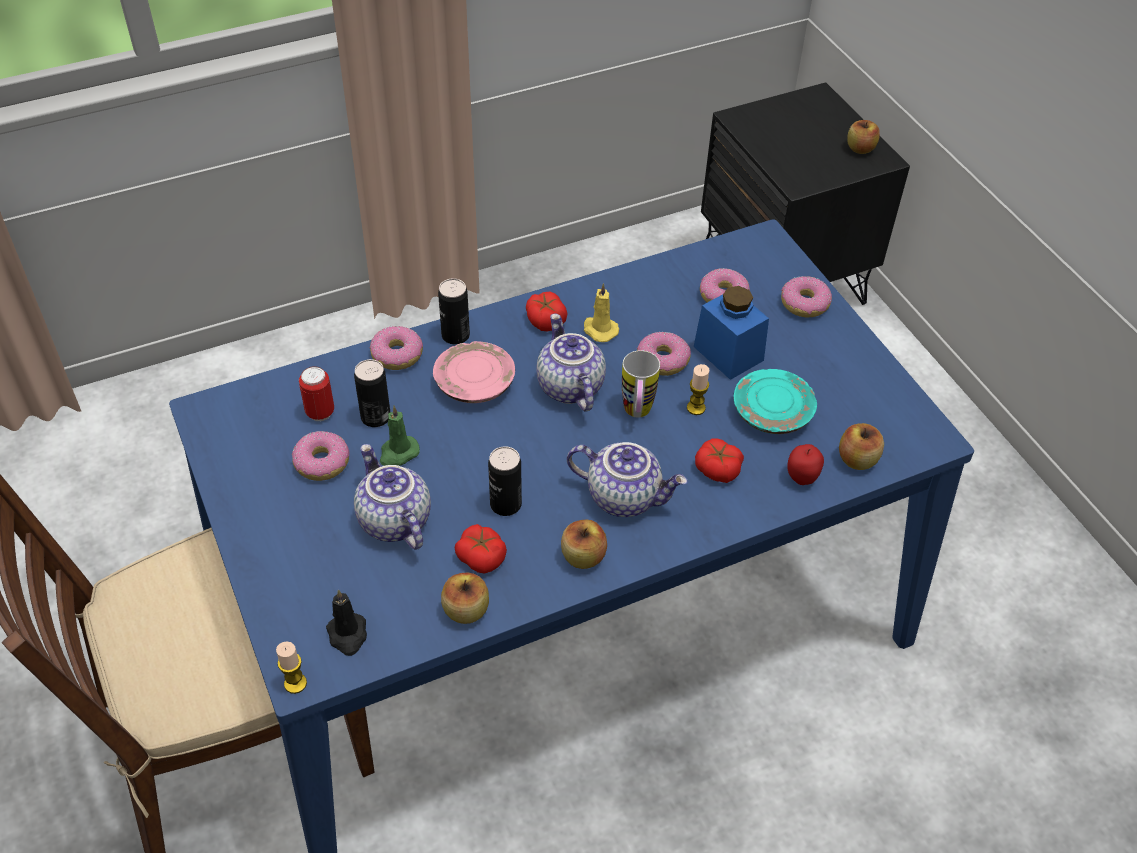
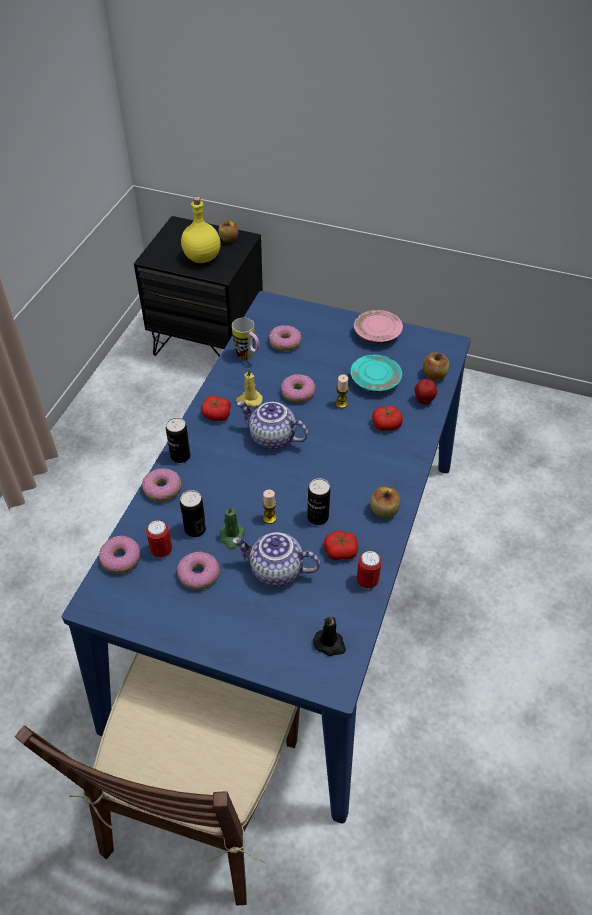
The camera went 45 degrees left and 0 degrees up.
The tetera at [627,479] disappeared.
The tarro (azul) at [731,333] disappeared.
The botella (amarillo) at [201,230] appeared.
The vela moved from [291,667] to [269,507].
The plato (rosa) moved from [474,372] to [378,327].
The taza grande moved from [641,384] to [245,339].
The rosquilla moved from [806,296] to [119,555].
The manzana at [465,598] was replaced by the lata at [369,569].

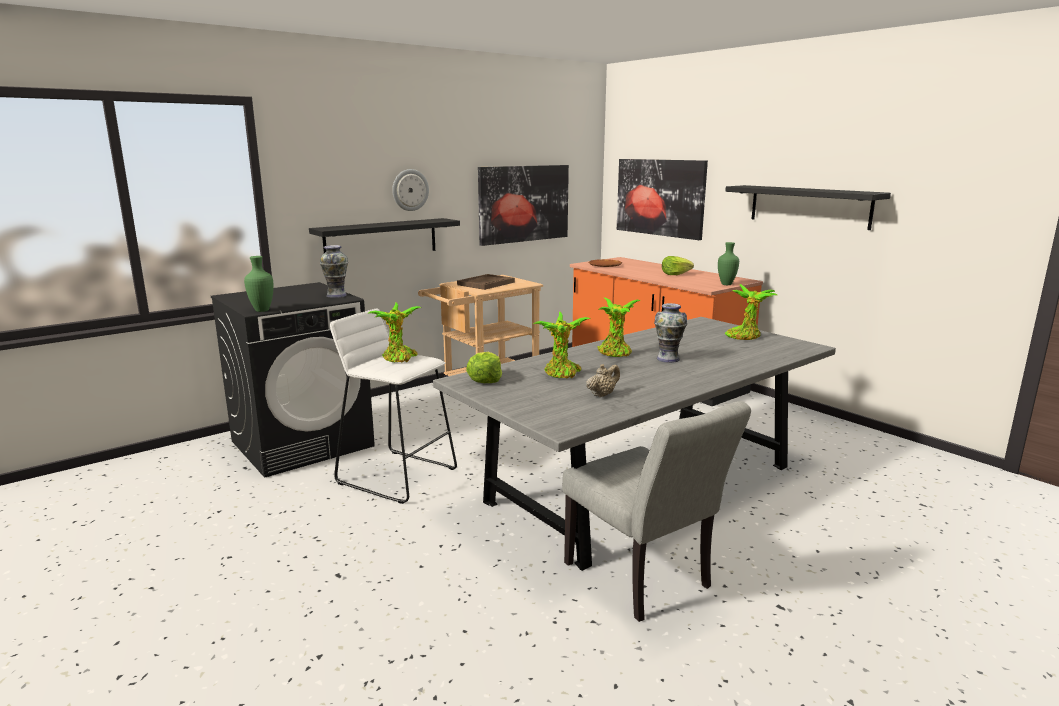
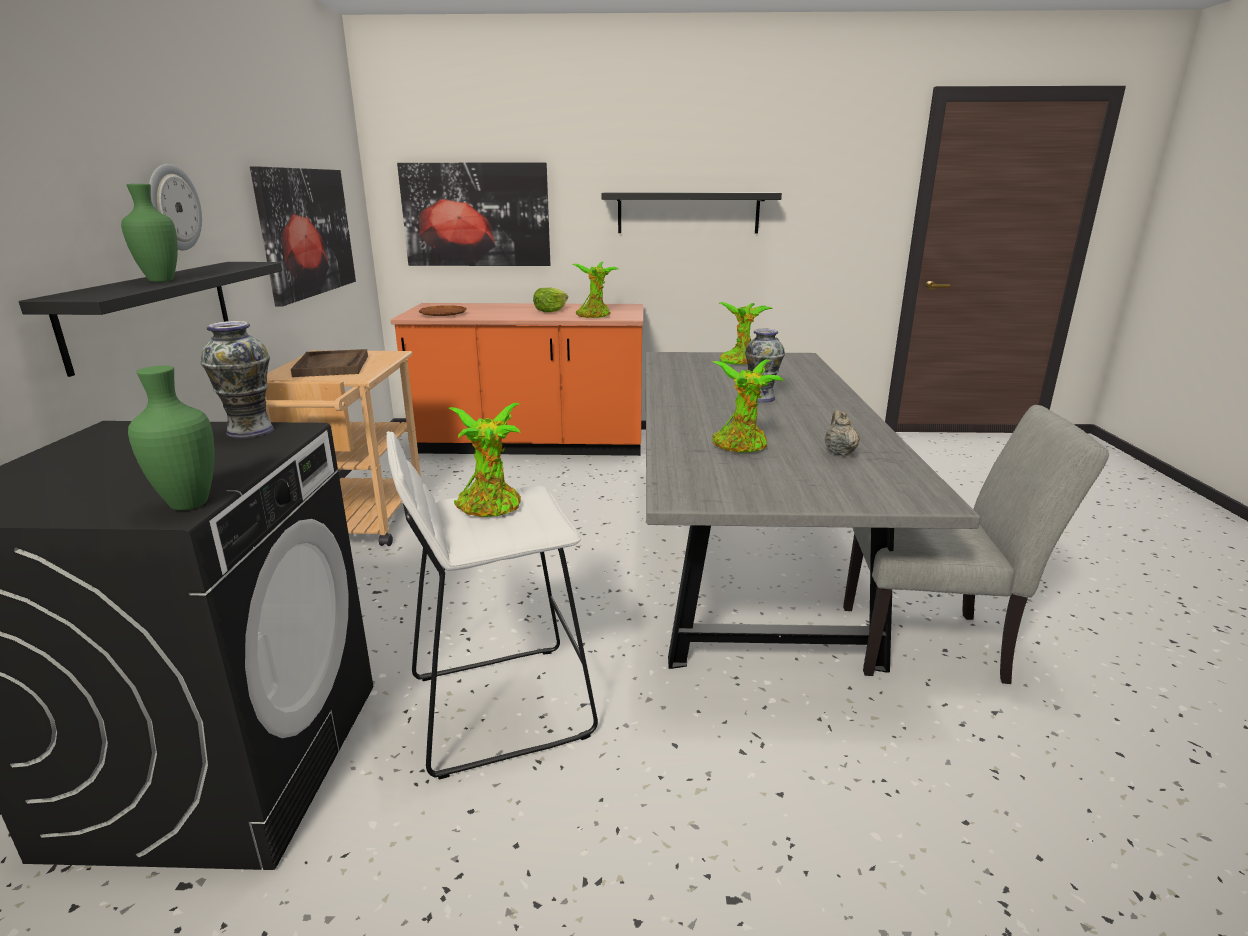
The camera went 50 degrees left and 5 degrees up.
The lechuga at [484,367] disappeared.
The planta en maceta moved from [619,327] to [595,290].
The florero (verde) moved from [728,263] to [149,233].

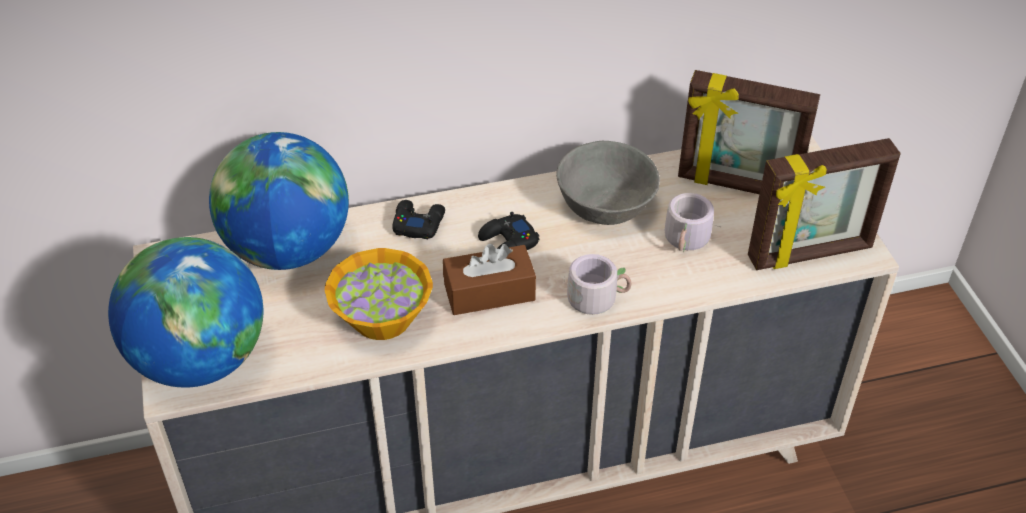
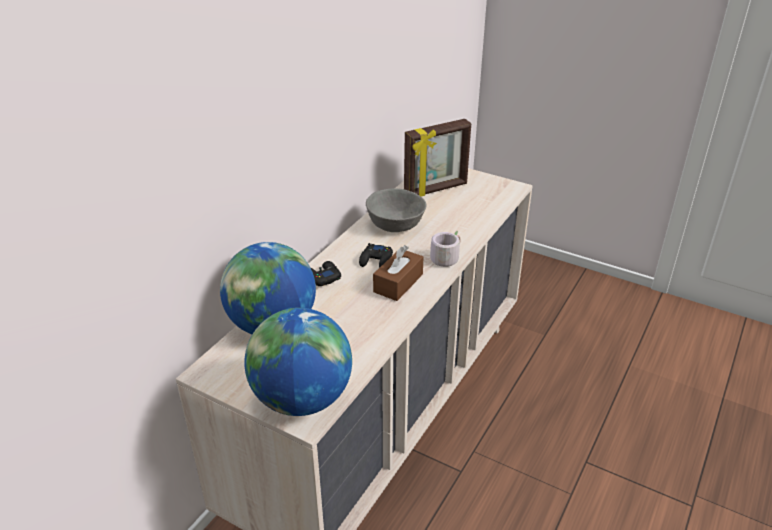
The camera went 45 degrees left and 10 degrees down.
The cuenco at [379,294] disappeared.
The taza grande (gris) at [690,223] disappeared.
The portarretratos at [824,204] disappeared.

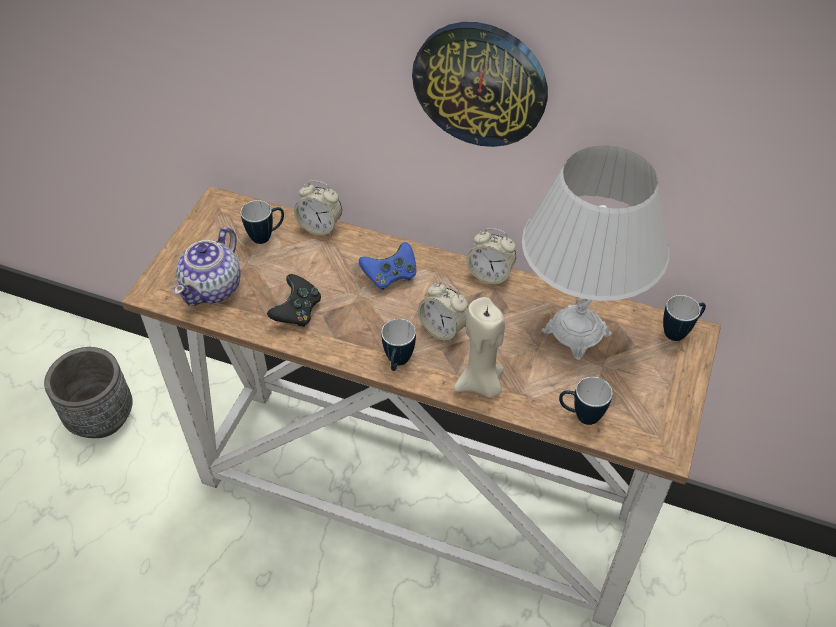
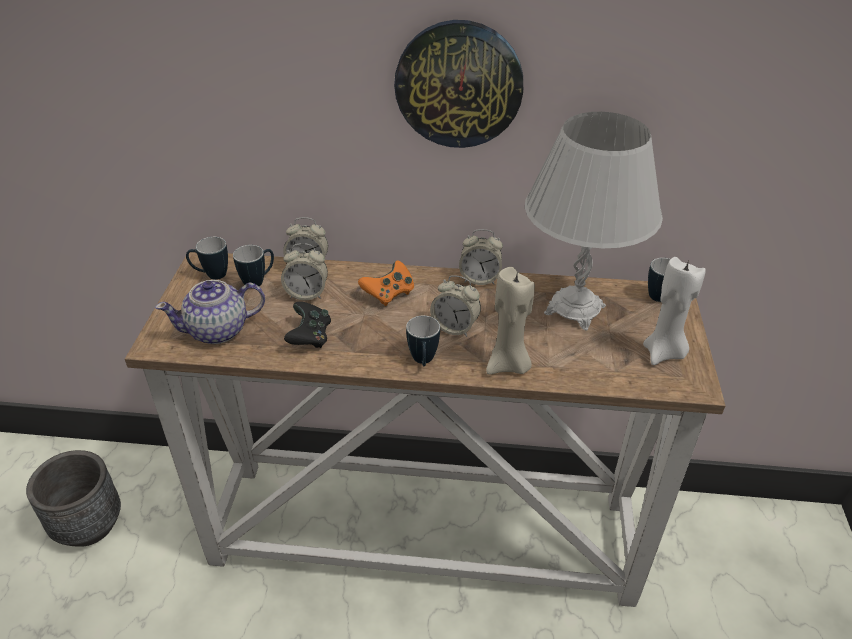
The camera went 15 degrees left and 10 degrees down.
The despertador at [304,271] appeared.
The vela (blanco) at [674,311] appeared.
The taza grande moved from [586,401] to [207,258].
The mando de consola (azul) at [387,266] became the mando de consola (naranja) at [386,283].
The tetera at [207,266] turned 60 degrees clockwise.

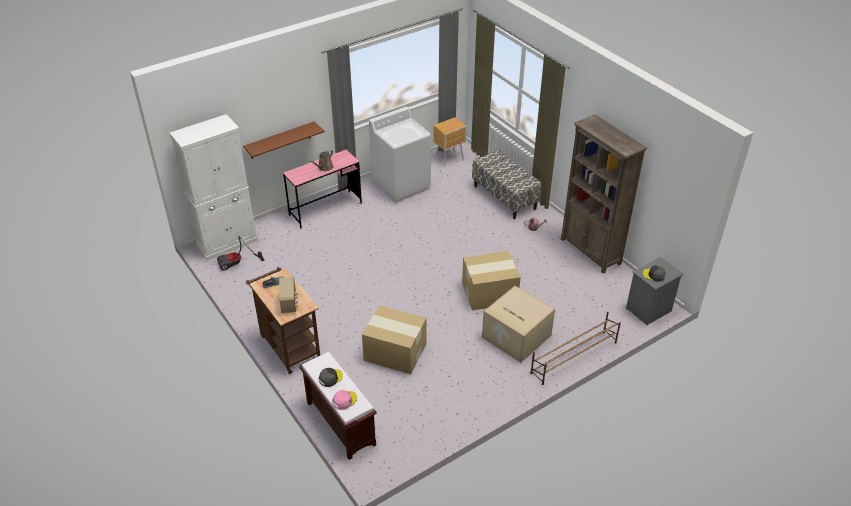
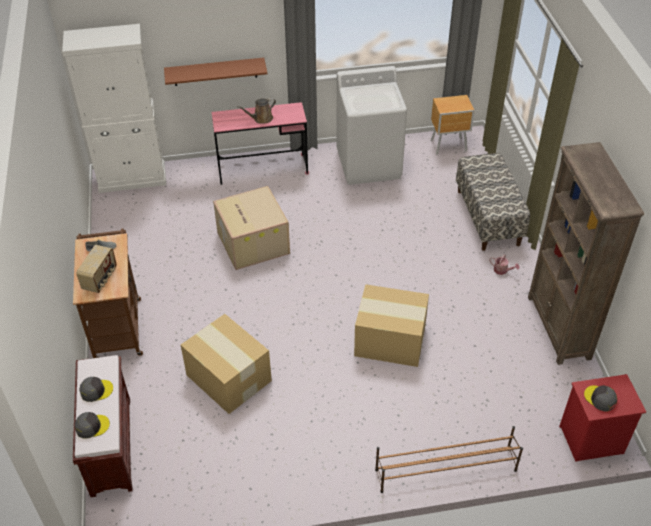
The camera went 25 degrees right and 5 degrees up.
The aspiradora at [241,253] disappeared.
The caja de cartón moved from [518,324] to [251,228].
The gorra (rosa) at [345,400] became the gorra (gris) at [92,425].
The mesita de noche (gris) at [655,291] became the mesita de noche (rojo) at [602,418].

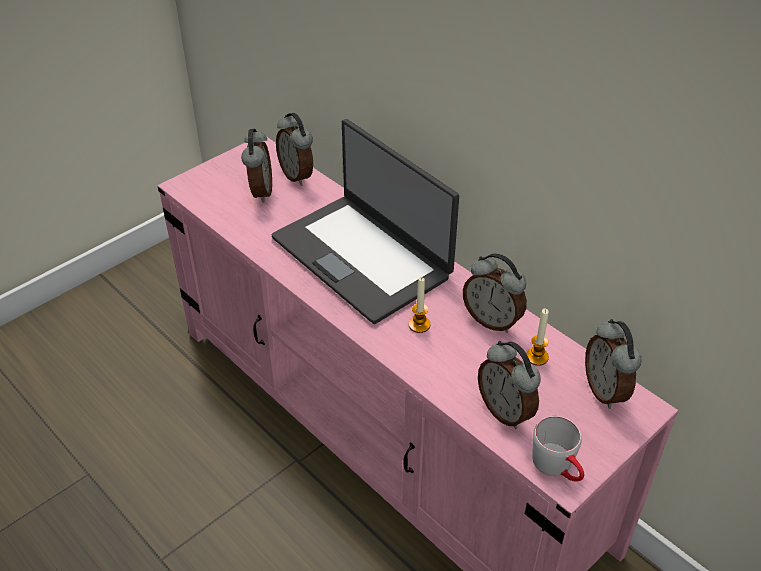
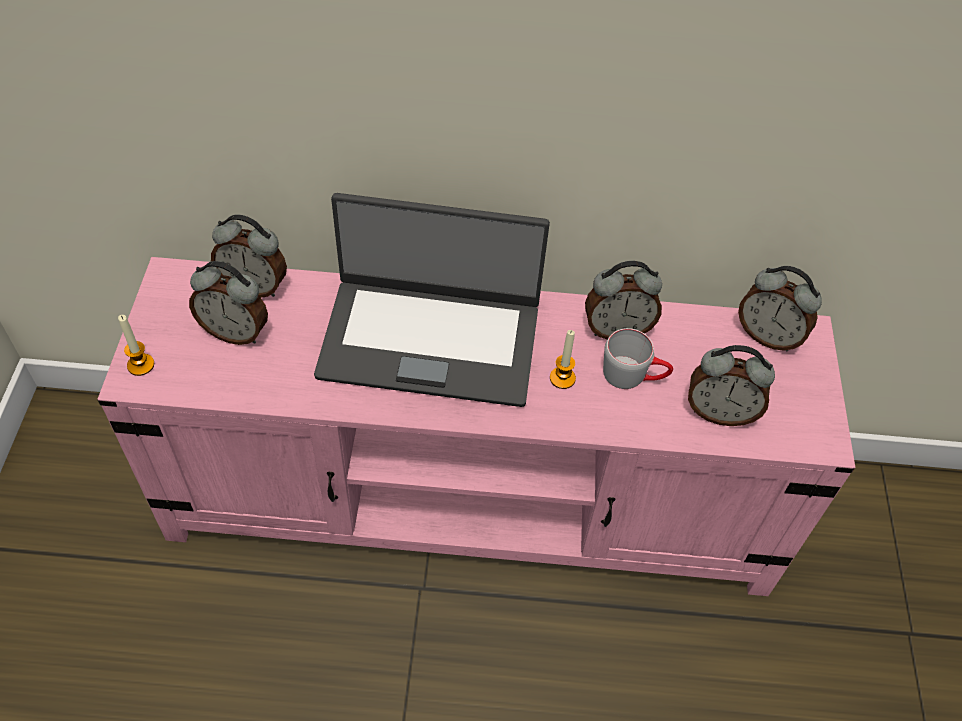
The camera went 45 degrees left and 10 degrees up.
The vela moved from [537,337] to [136,345].
The taza grande (gris) moved from [558,449] to [638,358].
The despertador at [256,166] turned 150 degrees clockwise.

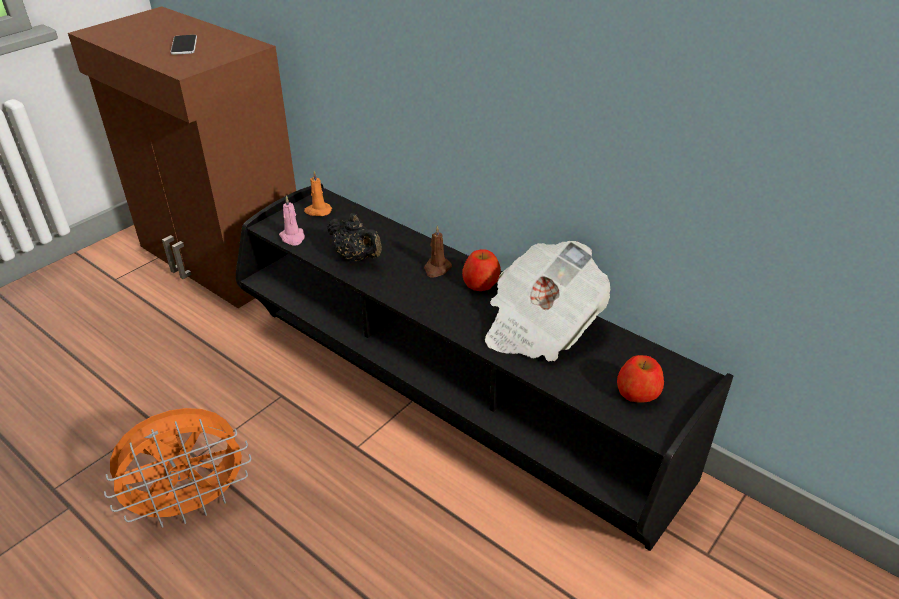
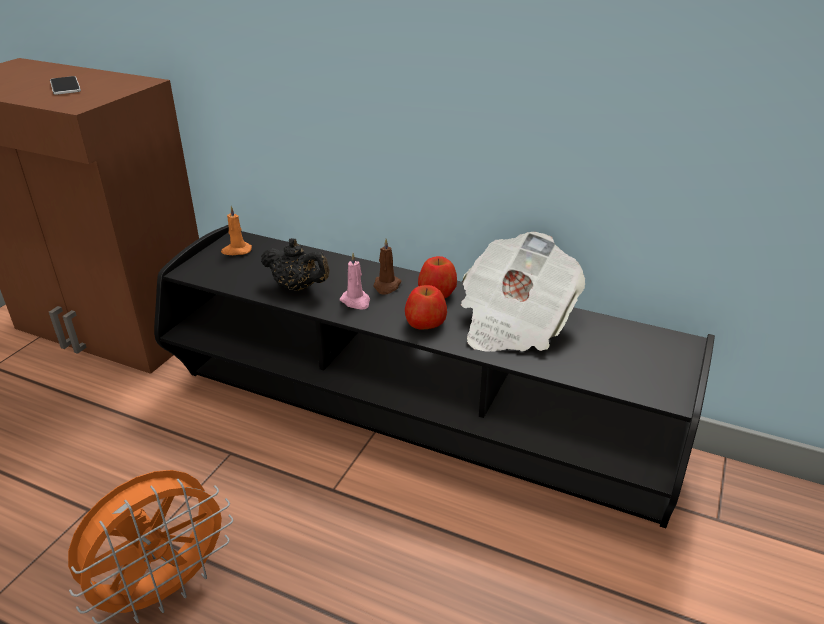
The camera went 15 degrees left and 5 degrees down.
The vela (rosa) moved from [292,220] to [355,281].
The manzana moved from [640,379] to [426,307].

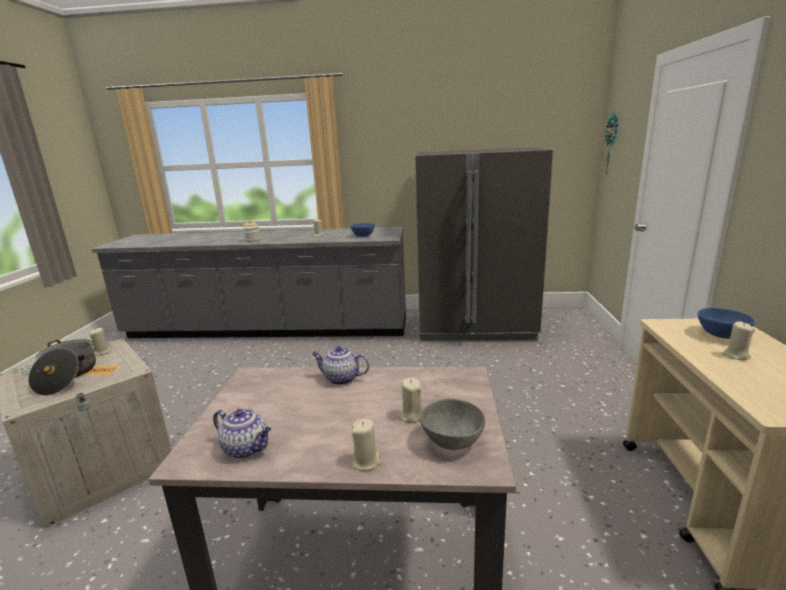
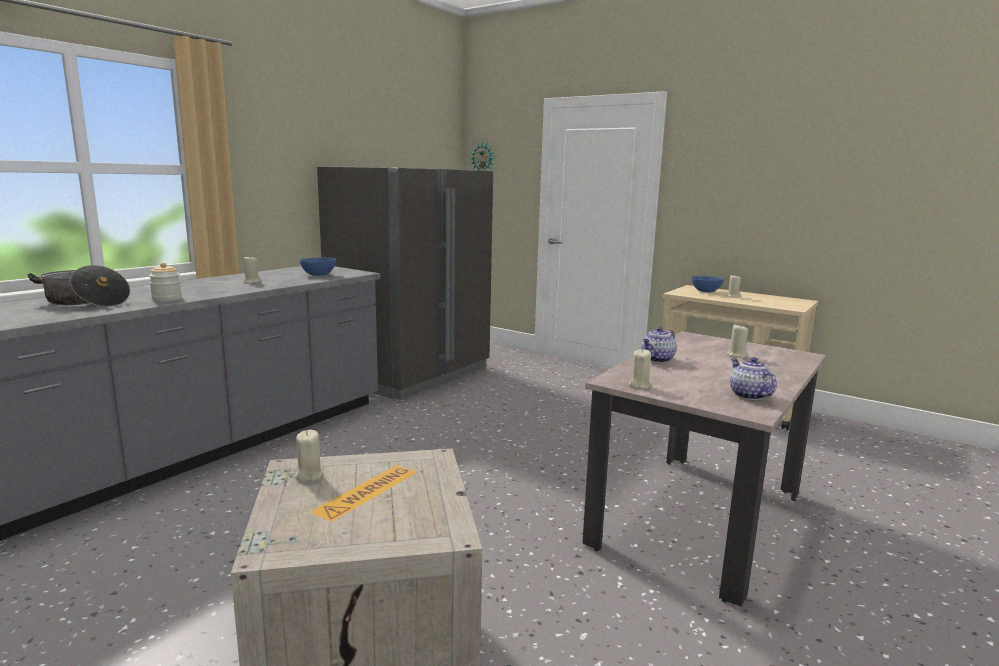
The camera went 60 degrees left and 5 degrees down.
The cuenco (gris) at [452,424] disappeared.
The olla moved from [62,367] to [79,286].
The vela (beis) moved from [366,445] to [639,369].
The tetera at [242,433] turned 75 degrees counterclockwise.

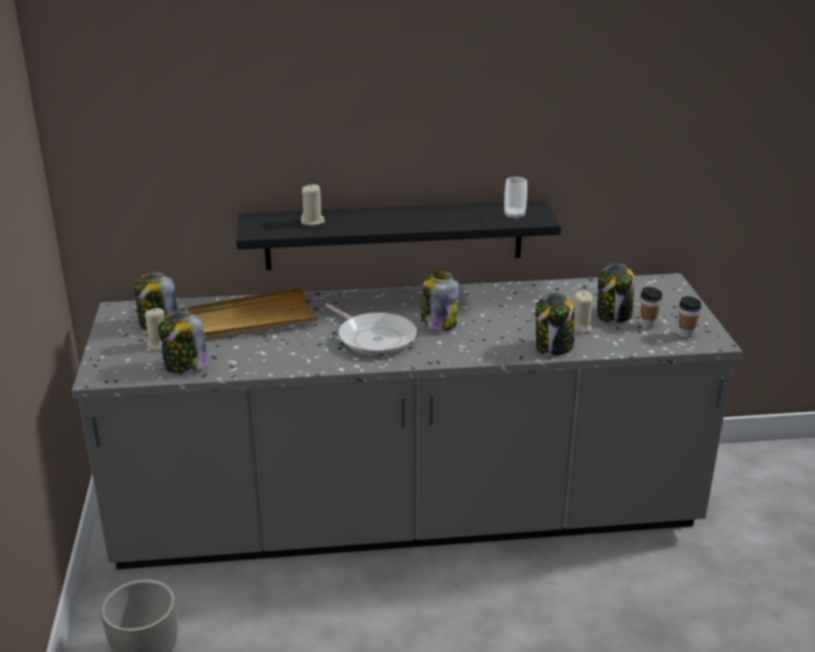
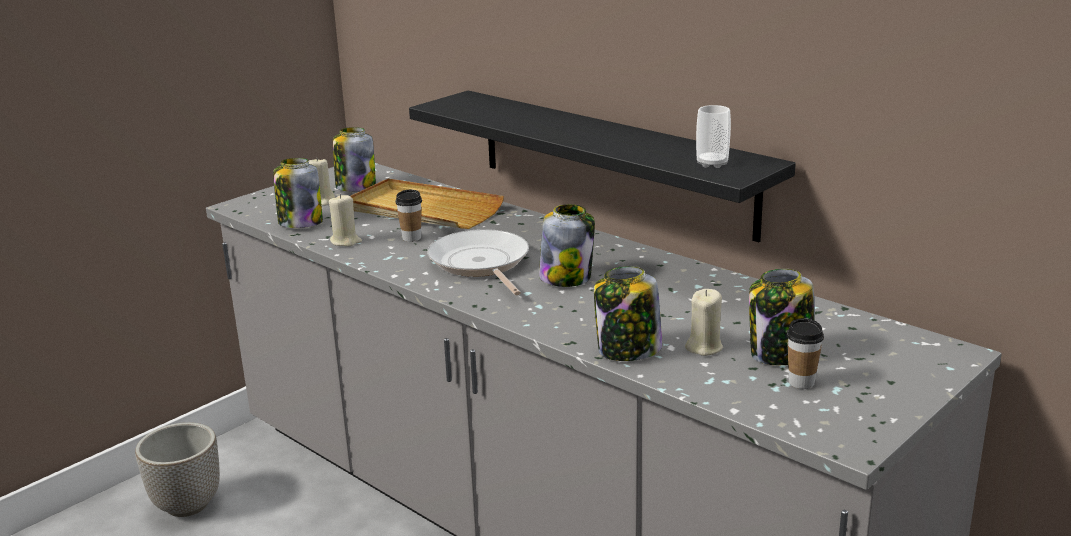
The camera went 50 degrees right and 5 degrees down.
The vela (beis) moved from [313,205] to [345,220].
The taza moved from [690,317] to [408,215].
The sartén at [371,329] turned 150 degrees clockwise.

